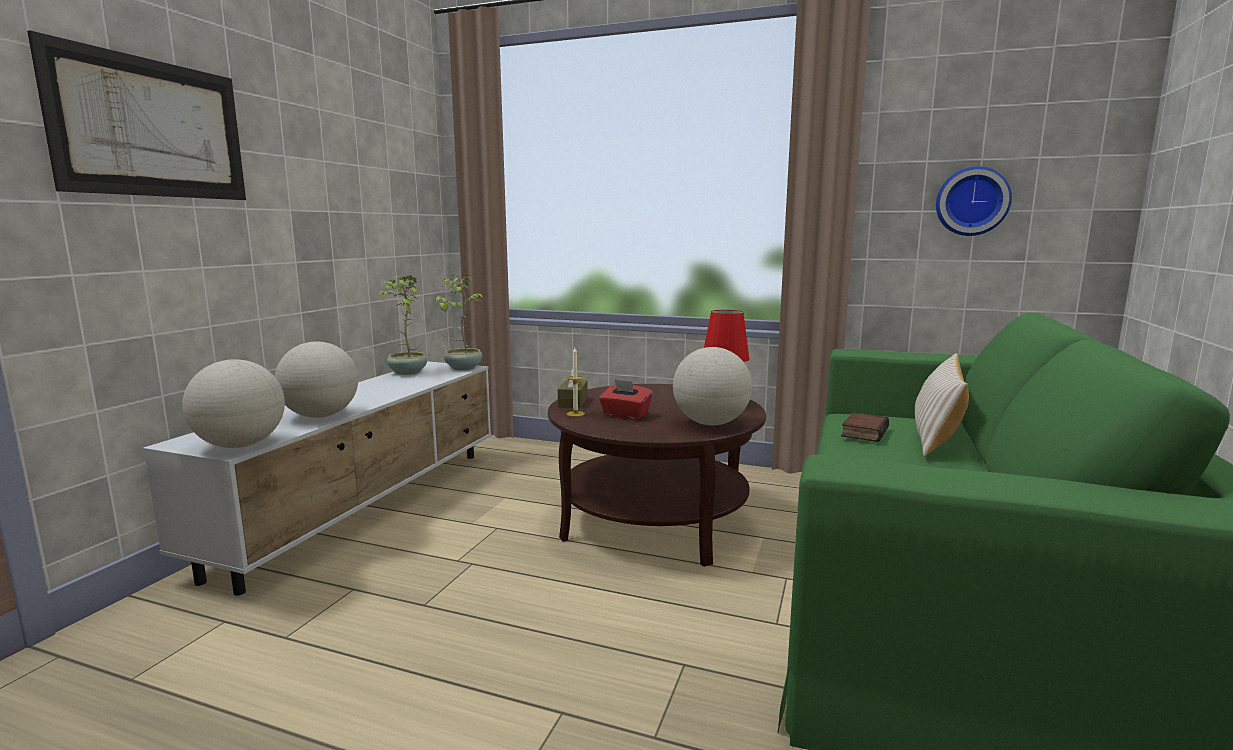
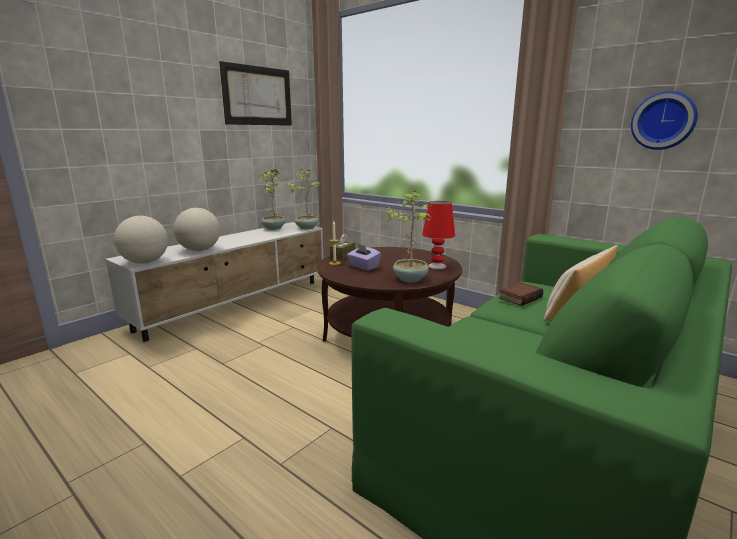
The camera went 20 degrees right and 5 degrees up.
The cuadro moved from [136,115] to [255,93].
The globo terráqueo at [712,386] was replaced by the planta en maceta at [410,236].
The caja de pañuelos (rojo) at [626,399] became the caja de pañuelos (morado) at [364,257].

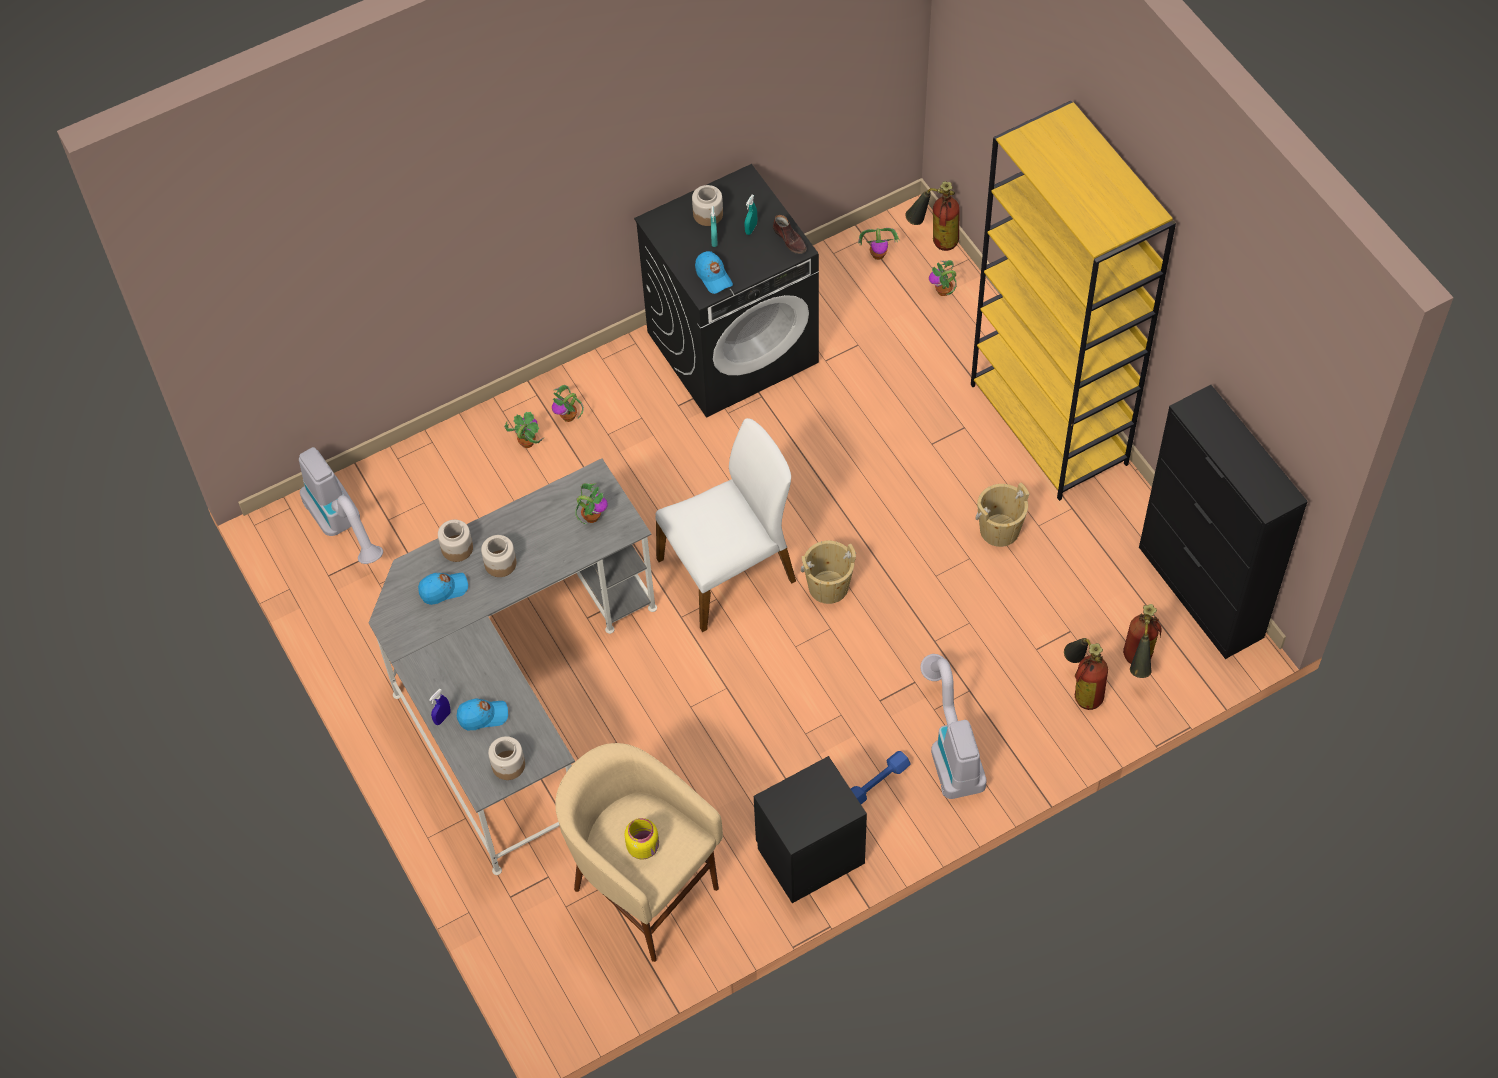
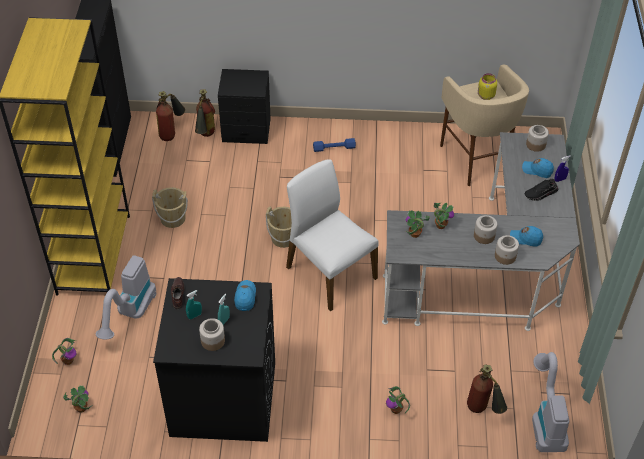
The camera went 150 degrees left and 10 degrees down.
The zapato (negro) at [541,190] appeared.
The planta en maceta moved from [568,403] to [444,216].
The mesita de noche (negro) moved from [810,829] to [244,106].
The extintor moved from [932,216] to [487,389].
The aspiradora moved from [954,726] to [126,297].
The silla (blanco) at [725,525] turned 45 degrees clockwise.

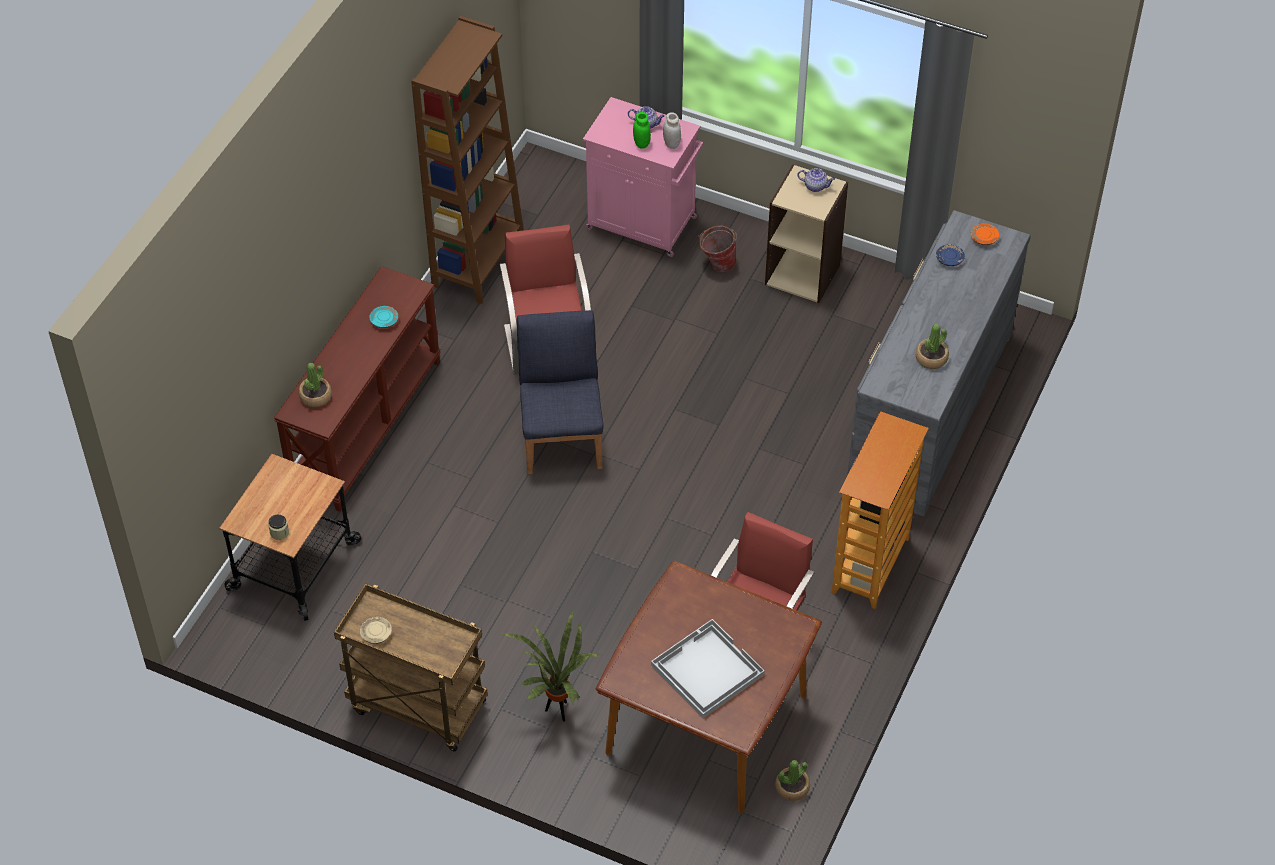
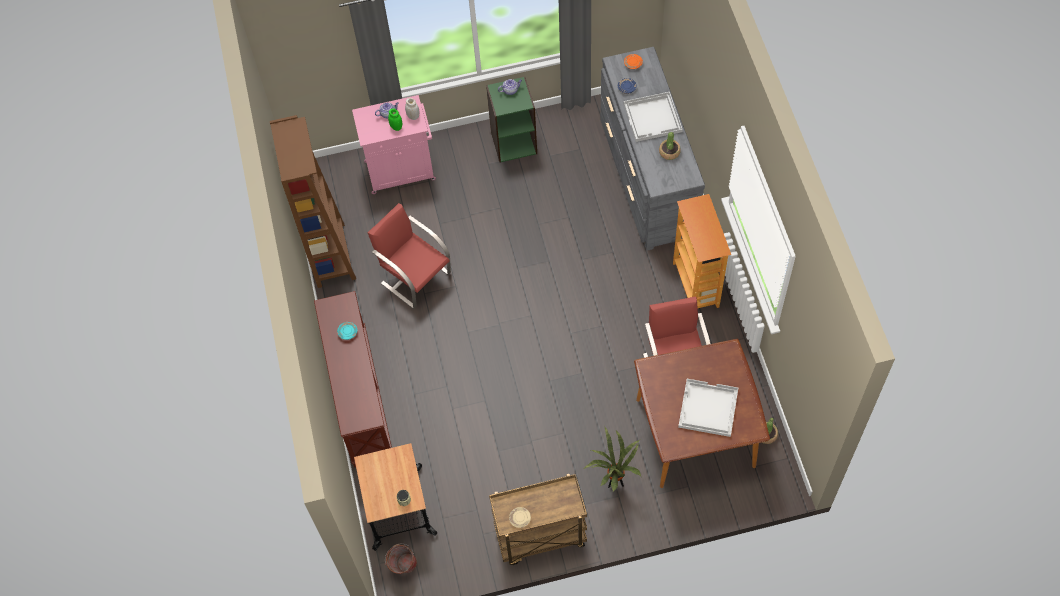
The camera went 35 degrees left and 10 degrees up.
The planta en maceta at [315,385] disappeared.
The silla (azul) at [560,392] disappeared.
The bandeja (blanco) at [653,117] appeared.
The cubo moved from [717,248] to [401,559].
The estantería (beis) at [806,233] became the estantería (verde) at [511,120].

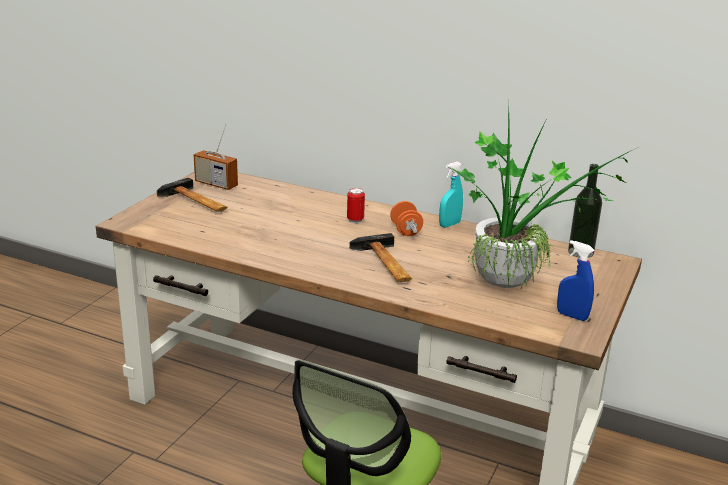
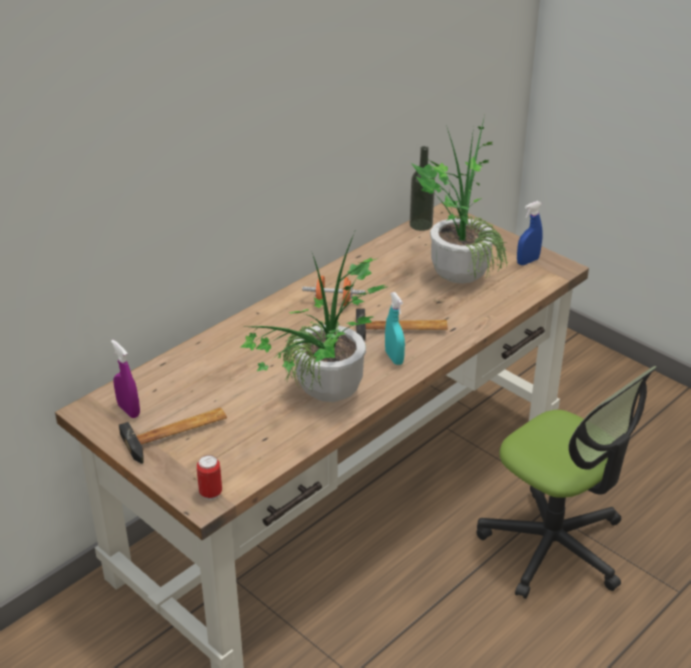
The camera went 70 degrees left and 10 degrees up.
The planta en maceta at [314,317] appeared.
The lata moved from [356,205] to [209,477].
The pulverizador (turquesa) moved from [451,195] to [395,328].
The radio at [216,157] was replaced by the pulverizador (morado) at [125,379].

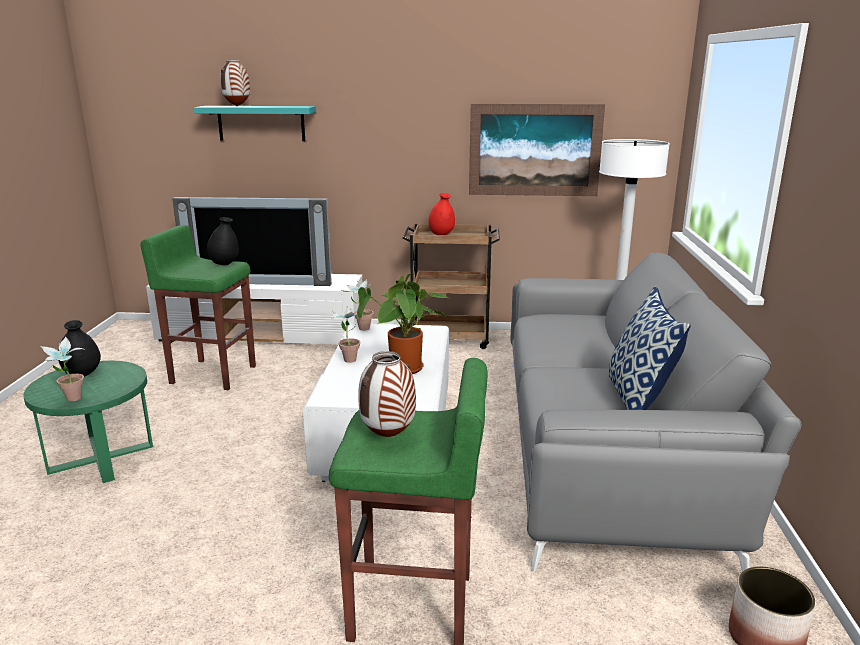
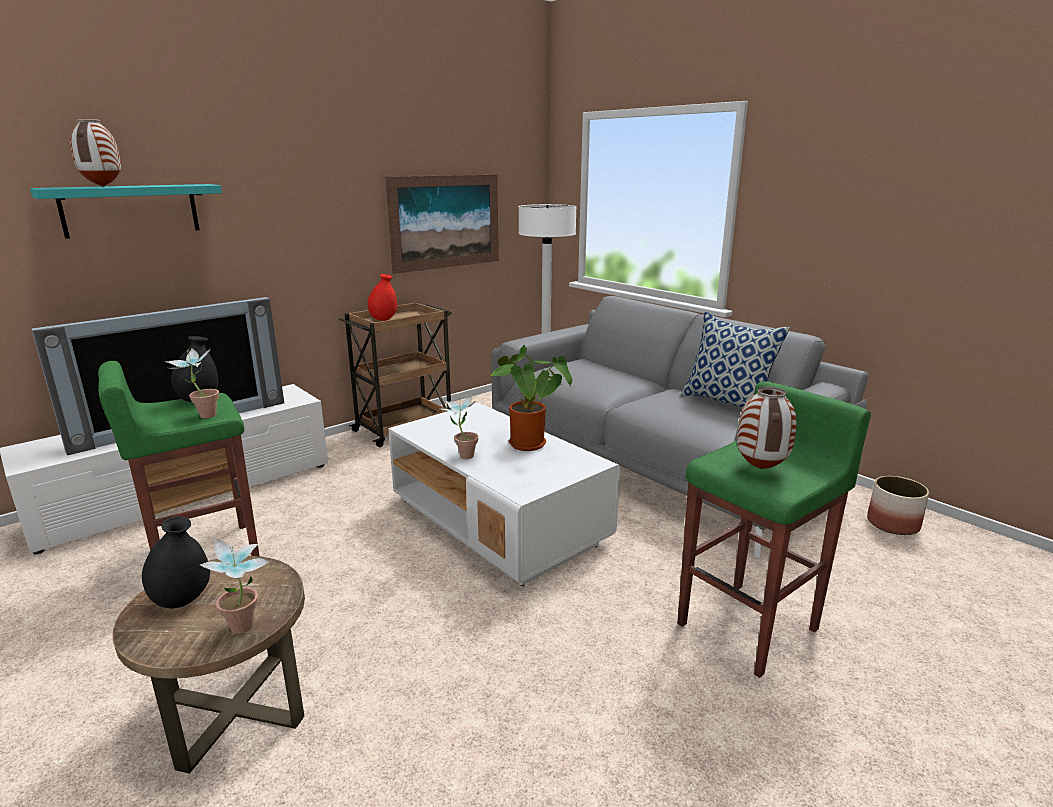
The camera went 45 degrees left and 0 degrees up.
The planta en maceta moved from [358,305] to [192,383].
The mesa auxiliar (verde) at [88,422] became the mesa auxiliar (marrón) at [209,665].

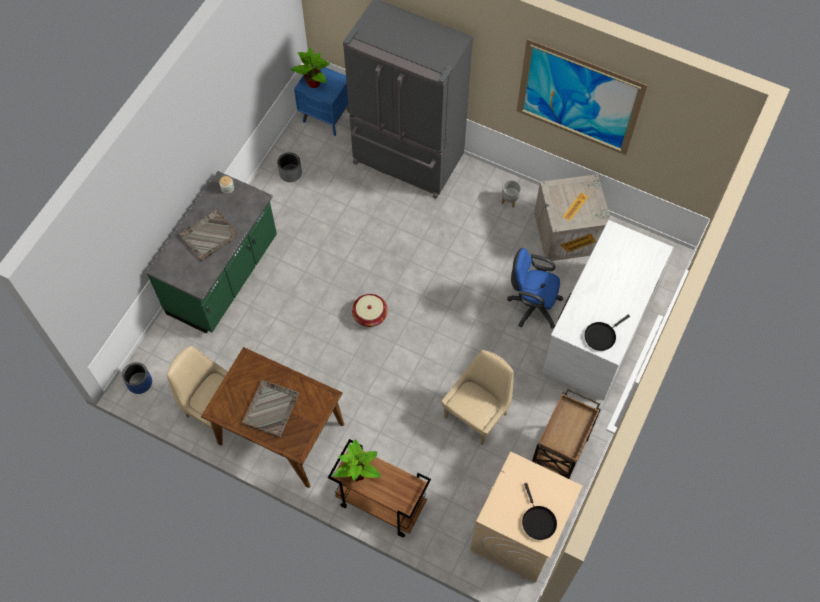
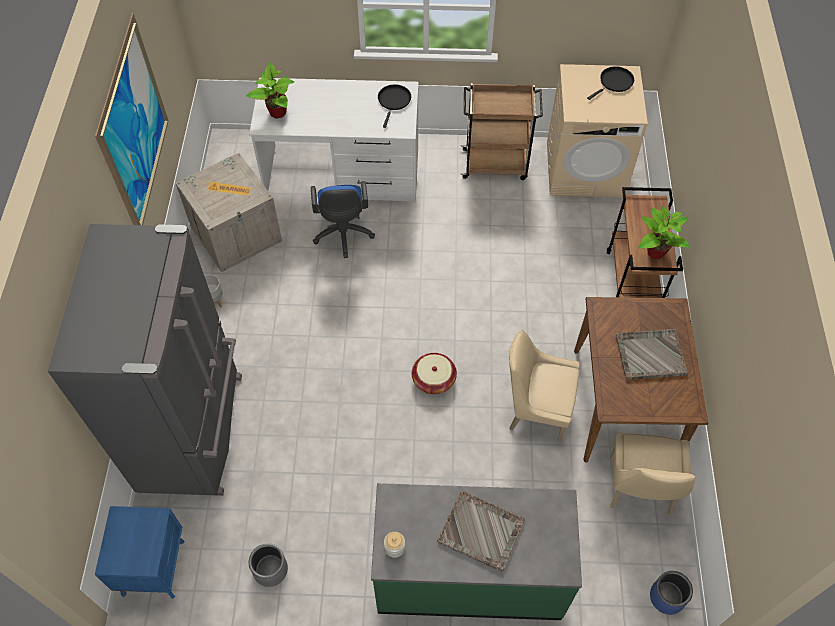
The camera went 115 degrees left and 5 degrees down.
The planta en maceta moved from [310,68] to [270,90].
The silla (beis) moved from [477,397] to [544,385].
The sartén (negro) at [607,333] turned 105 degrees counterclockwise.

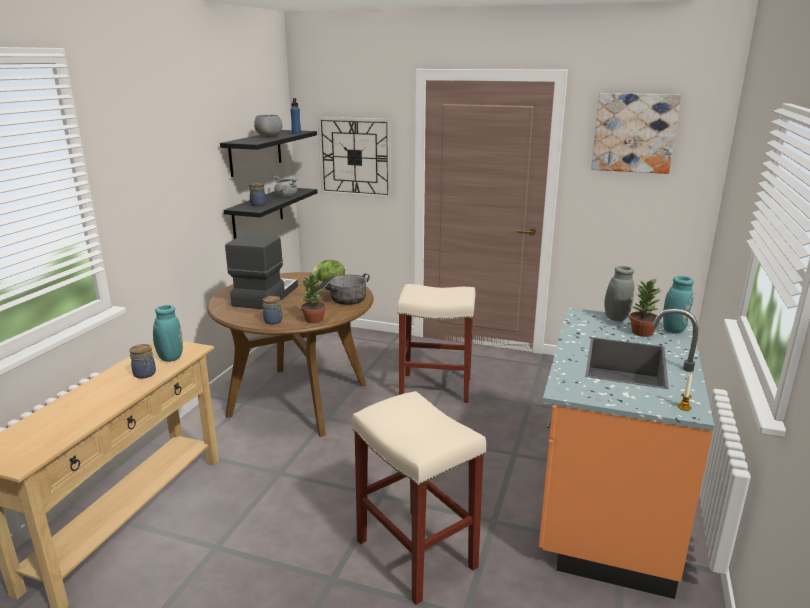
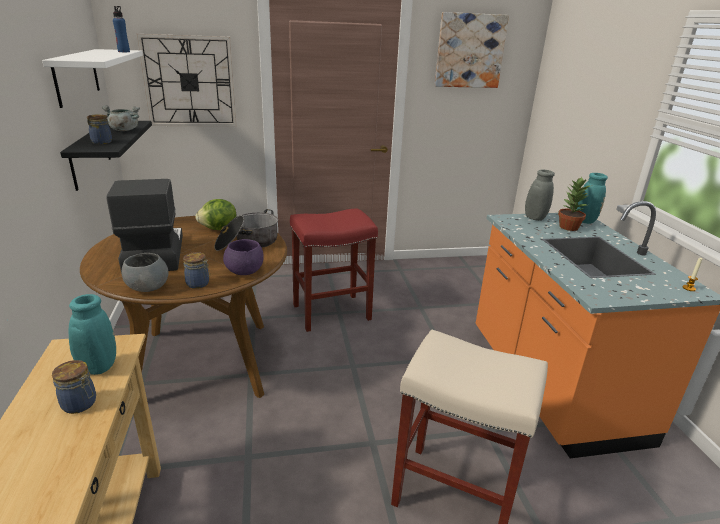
The camera went 30 degrees left and 5 degrees up.
The cuenco (gris) moved from [268,126] to [145,272].
The planta en maceta at [313,297] was replaced by the cuenco (morado) at [243,257].
The estante (negro) at [268,153] became the estante (blanco) at [92,78].
The taburete (beis) at [436,343] became the taburete (rojo) at [334,270].

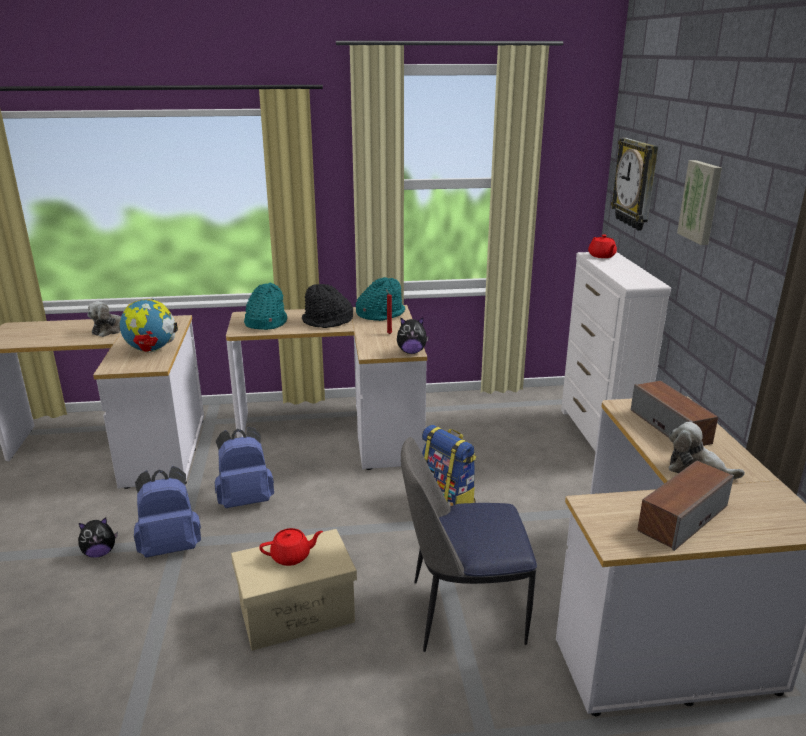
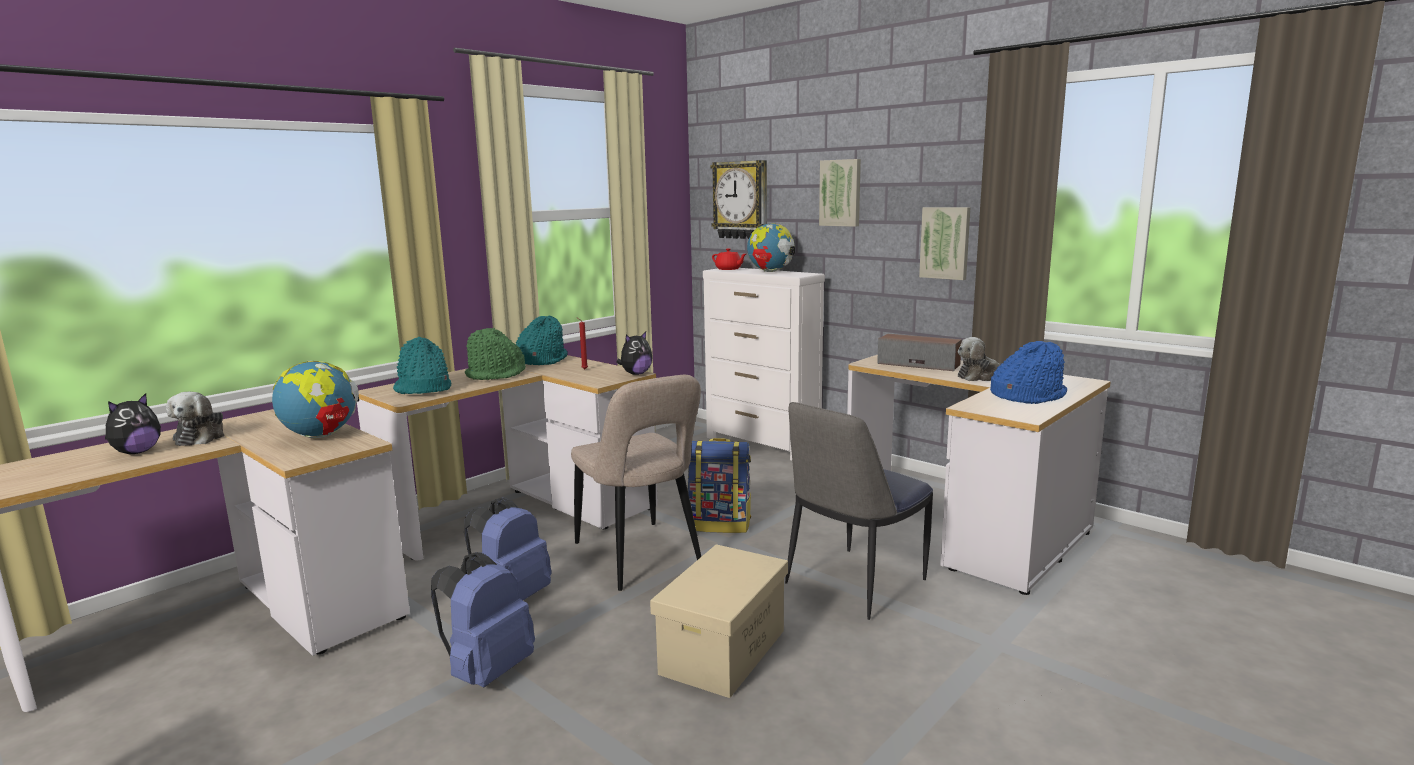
The camera went 40 degrees left and 10 degrees down.
The tetera (rojo) at [291,547] disappeared.
The silla (beis) at [636,483] appeared.
The globo terráqueo at [771,247] appeared.
The cuadro at [945,243] appeared.
The peluche moved from [98,537] to [133,423].
The altavoz at [685,505] was replaced by the sombrero (azul) at [1028,372].
The sombrero (negro) at [327,306] became the sombrero (verde) at [495,354].

